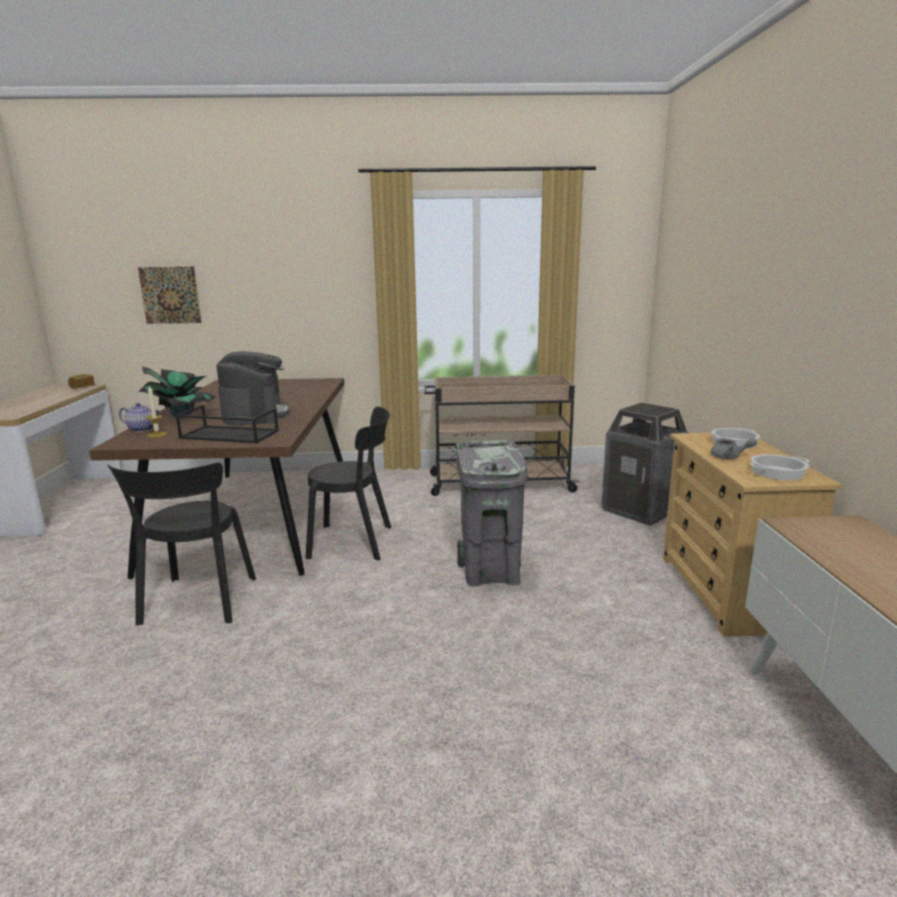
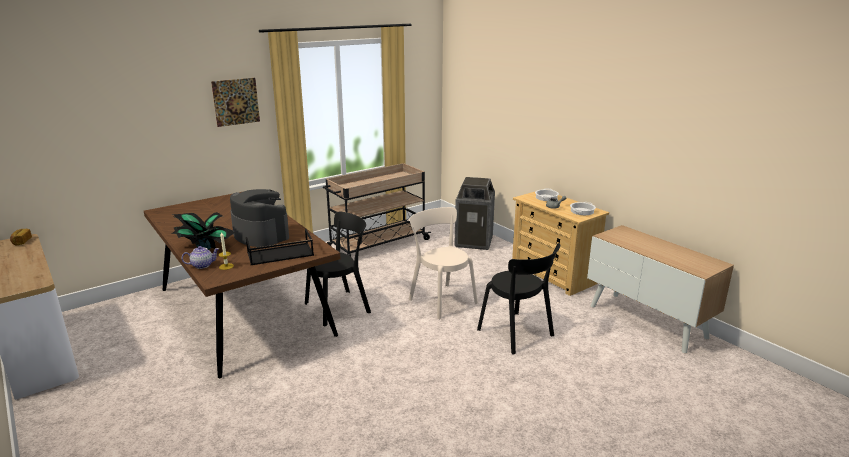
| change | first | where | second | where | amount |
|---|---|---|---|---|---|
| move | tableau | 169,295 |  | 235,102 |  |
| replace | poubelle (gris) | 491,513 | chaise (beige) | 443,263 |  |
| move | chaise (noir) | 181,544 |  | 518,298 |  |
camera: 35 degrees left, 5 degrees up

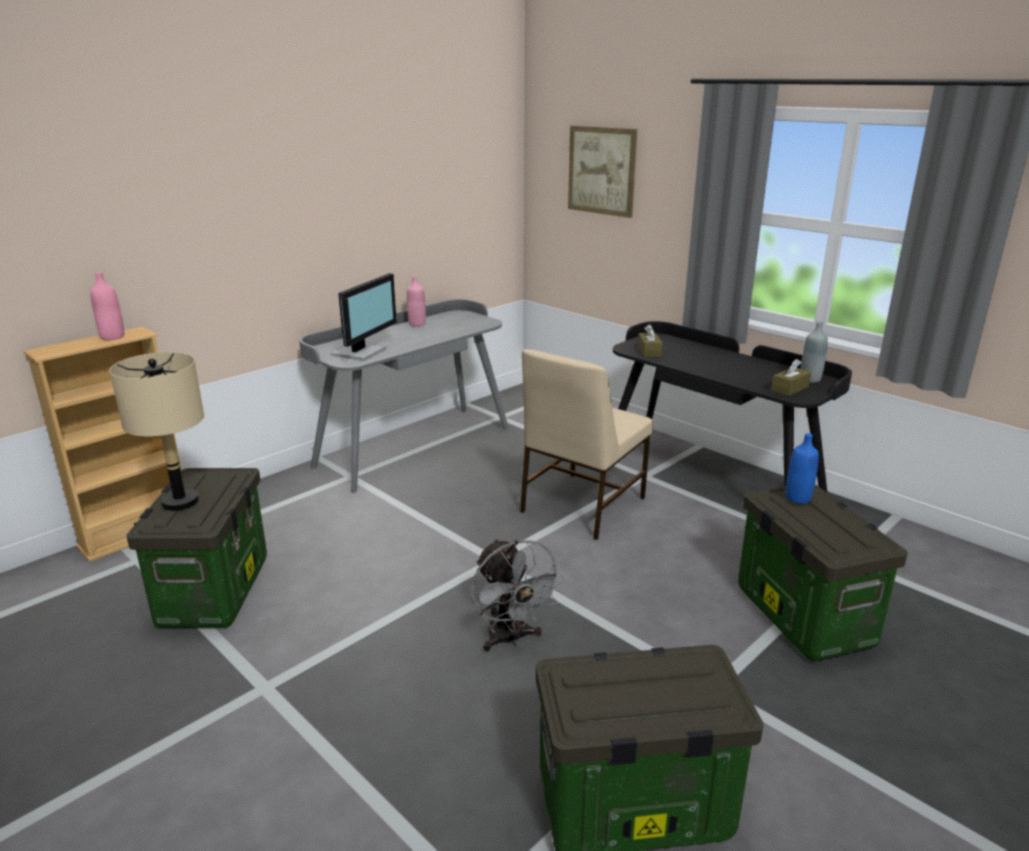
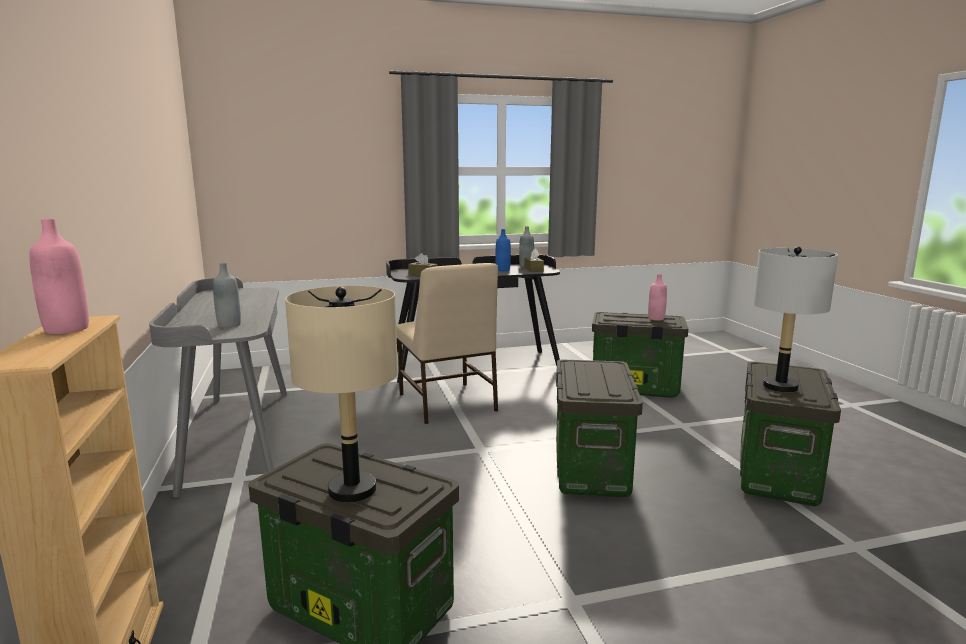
| change | first | where | second | where | amount |
|---|---|---|---|---|---|
| replace | écran d'ordinateur | 364,317 | bouteille (gris) | 227,295 |  |
| move | bouteille (bleu) | 802,468 |  | 503,250 |  |
| replace | ventilateur (gris) | 518,595 | boîte de rangement | 599,428 |  |
| move | bouteille (rose) | 416,301 |  | 657,297 |  |
| insert |  |  | lampe de table (gris) | 795,319 |  |
| delete | tableau | 602,172 |  |  |  |
camera: 60 degrees left, 10 degrees down

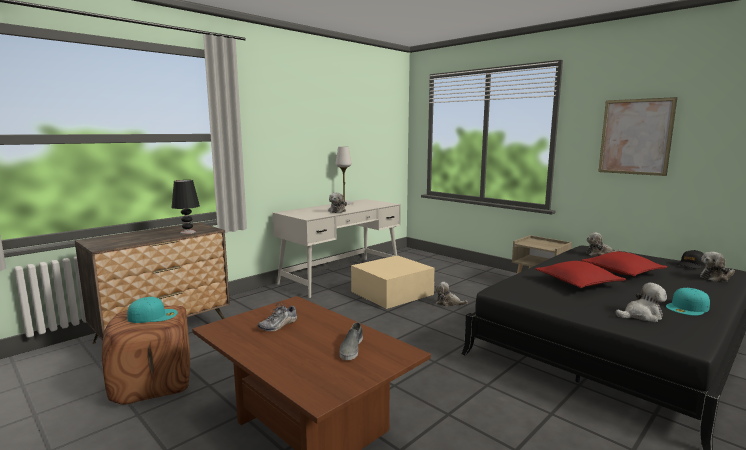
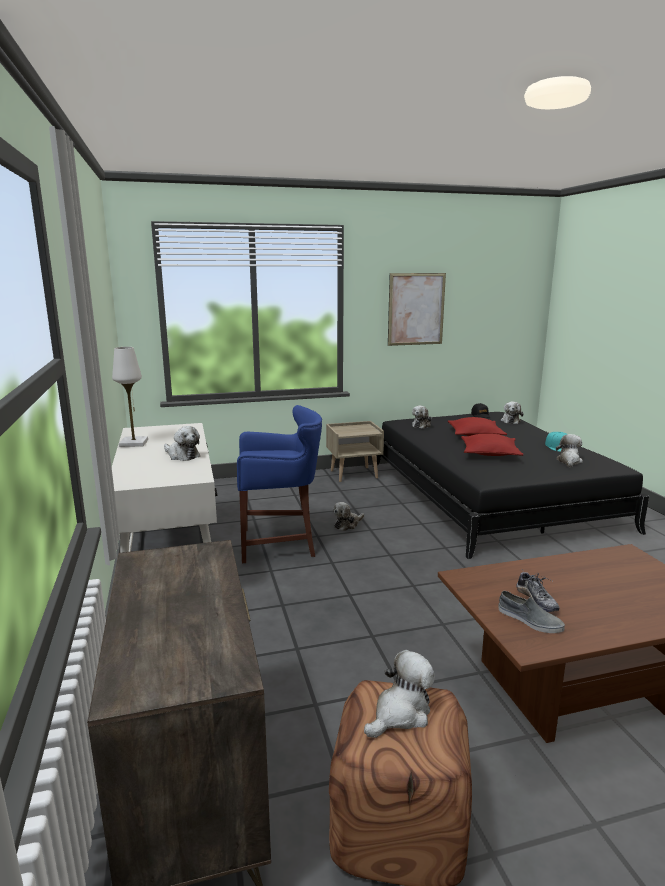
| change | first | where | second | where | amount |
|---|---|---|---|---|---|
| replace | boîte de rangement (beige) | 393,282 | tabouret (bleu) | 279,484 |  |
| replace | casquette (turquoise) | 152,310 | peluche | 399,694 |  |
| move | chaussure (gris) | 351,341 |  | 531,612 |  |
| delete | lampe de table (noir) | 186,207 |  |  |  |
camera: 60 degrees left, 5 degrees up

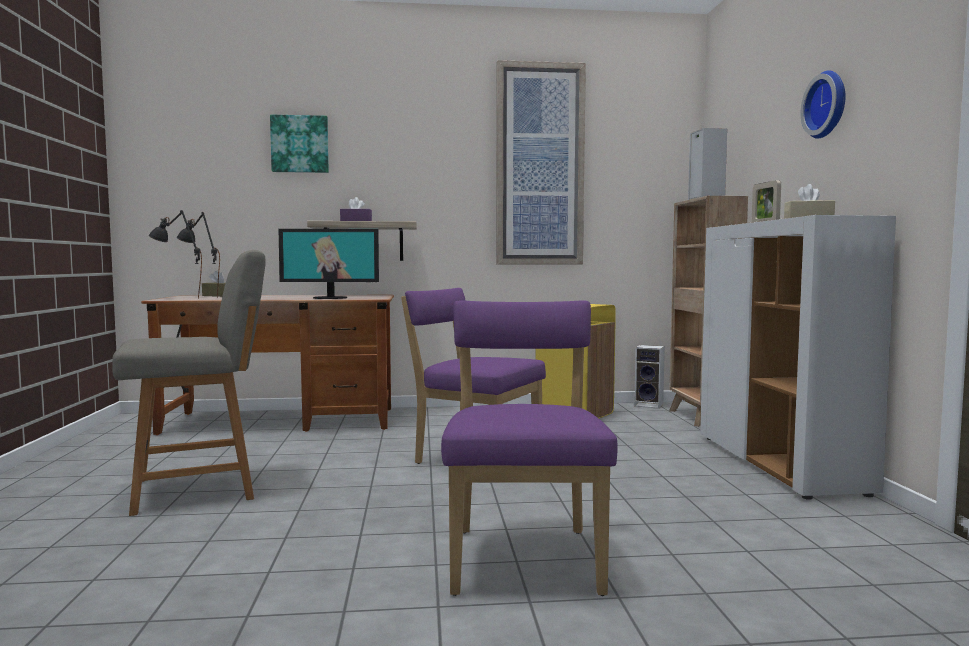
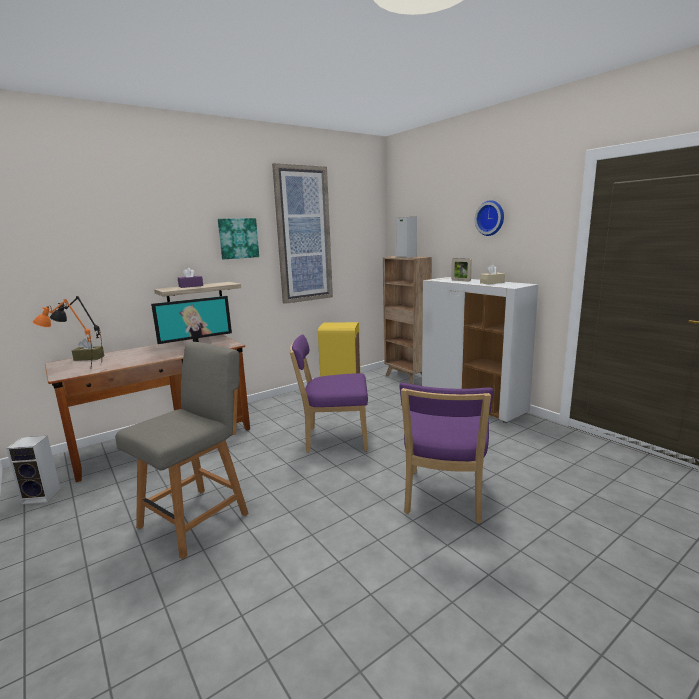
| change | first | where | second | where | amount |
|---|---|---|---|---|---|
| move | enceinte | 649,377 |  | 33,470 |  |
| recolor | lampe de table (noir) | 175,254 | lampe de table (orange) | 62,333 |  |
| move | tableau | 299,144 |  | 238,238 |  |
| rotate | chaise (violet) | 529,448 |  | 446,453 | 135 degrees counterclockwise |
camera: 30 degrees left, 10 degrees up

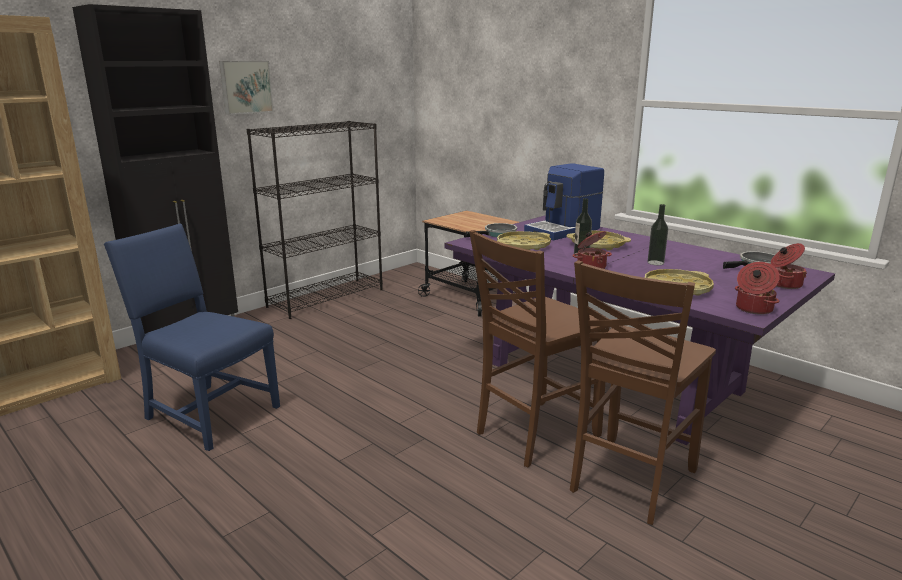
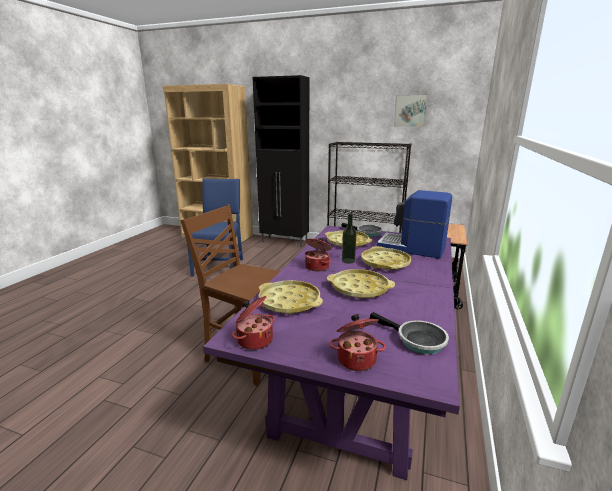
| change | first | where | second | where | amount |
|---|---|---|---|---|---|
| replace | bouteille | 657,234 | plateau (jaune) | 361,283 |  |
| move | tableau | 246,88 |  | 410,110 |  |
| delete | chaise (marron) | 643,393 |  |  |  |
camera: 65 degrees right, 0 degrees up

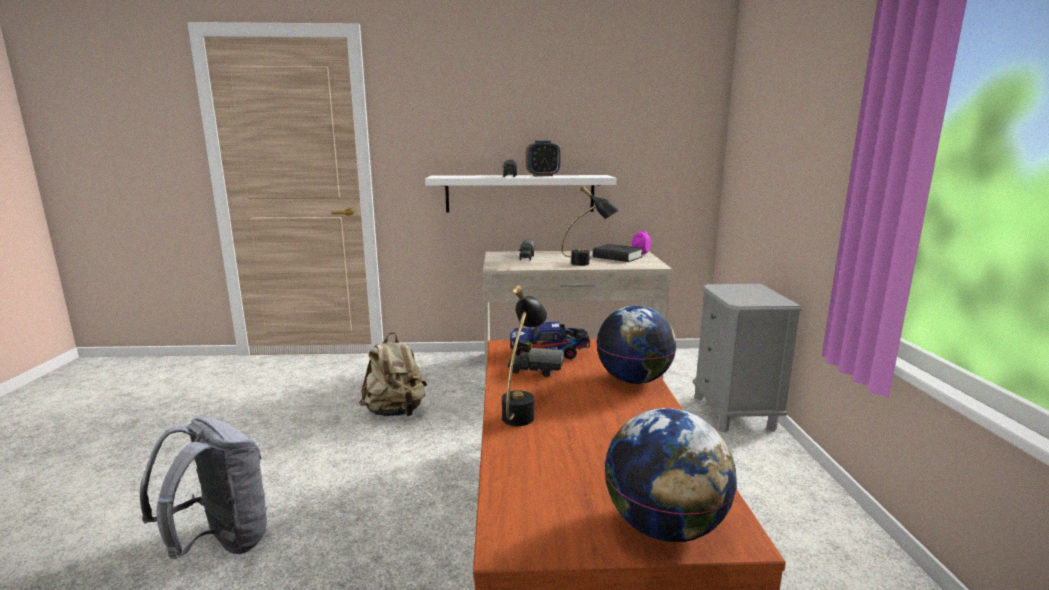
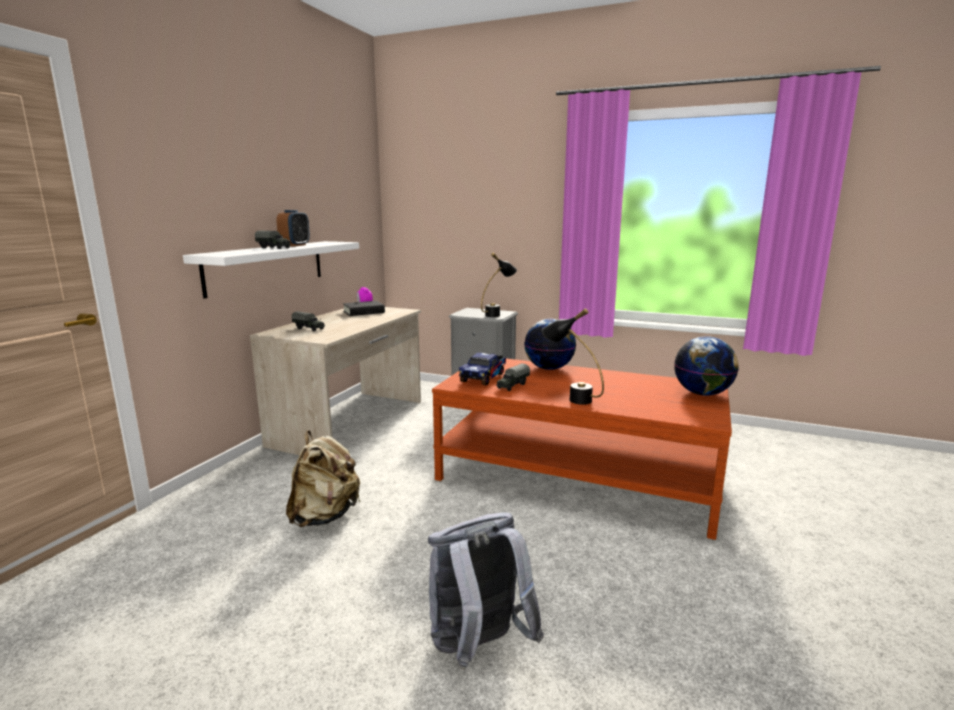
| change | first | where | second | where | amount |
|---|---|---|---|---|---|
| move | lampe de table (noir) | 591,226 |  | 499,285 |  |
camera: 65 degrees left, 0 degrees up

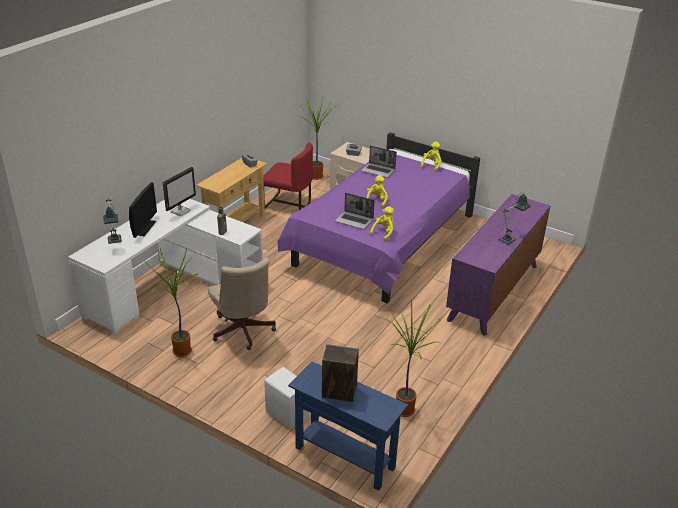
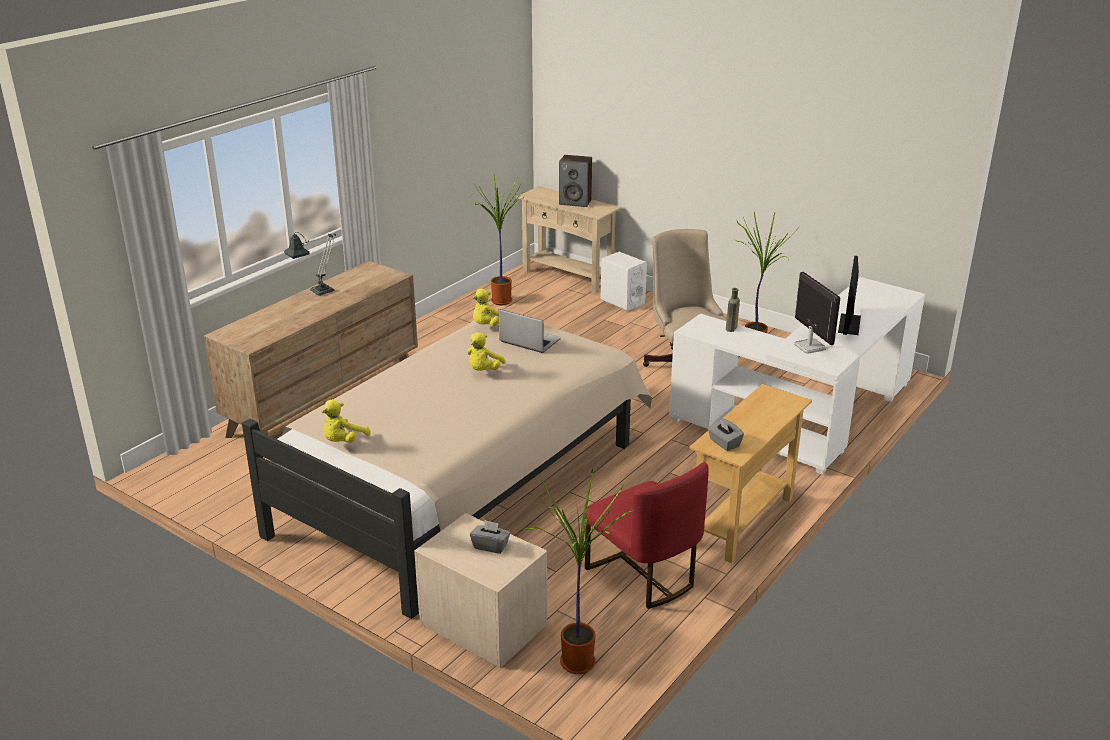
| change | first | where | second | where | amount |
|---|---|---|---|---|---|
| recolor | commode (violet) | 498,265 | commode (marron) | 311,349 |  |
| recolor | lit (violet) | 379,217 | lit (beige) | 447,467 |  |
| recolor | table console (bleu) | 348,426 | table console (beige) | 569,240 |  |
| rotate | chaise (rouge) | 288,176 |  | 647,535 | 150 degrees counterclockwise |
| rotate | écran d'ordinateur | 179,191 |  | 817,313 | 120 degrees clockwise |
| delete | lampe de table | 112,221 |  |  |  |
| delete | ordinateur portable | 379,162 |  |  |  |
camera: 175 degrees left, 5 degrees down

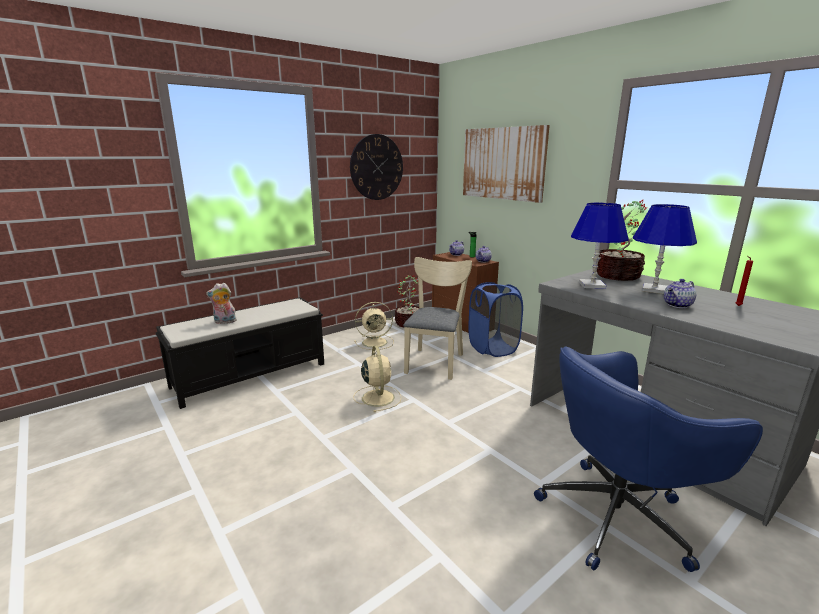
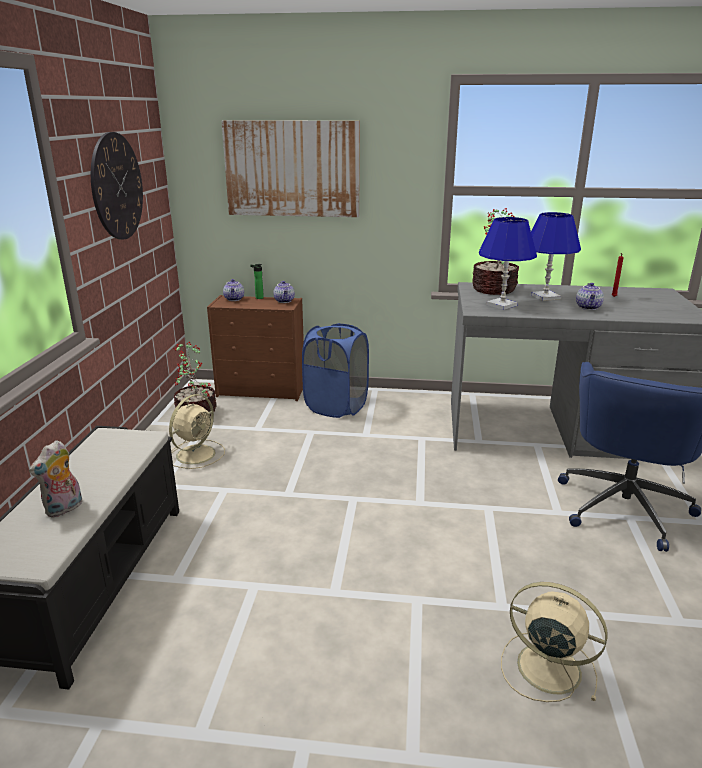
| change | first | where | second | where | amount |
|---|---|---|---|---|---|
| move | ventilateur (beige) | 377,379 |  | 554,642 |  |
| delete | chaise (beige) | 437,318 |  |  |  |
camera: 45 degrees left, 5 degrees up

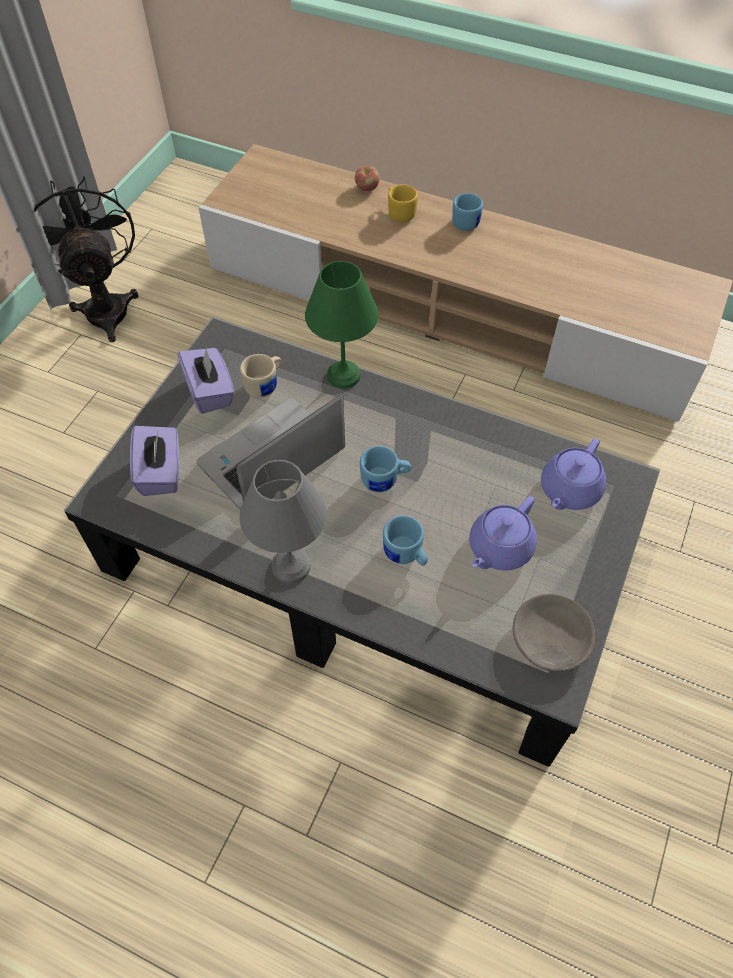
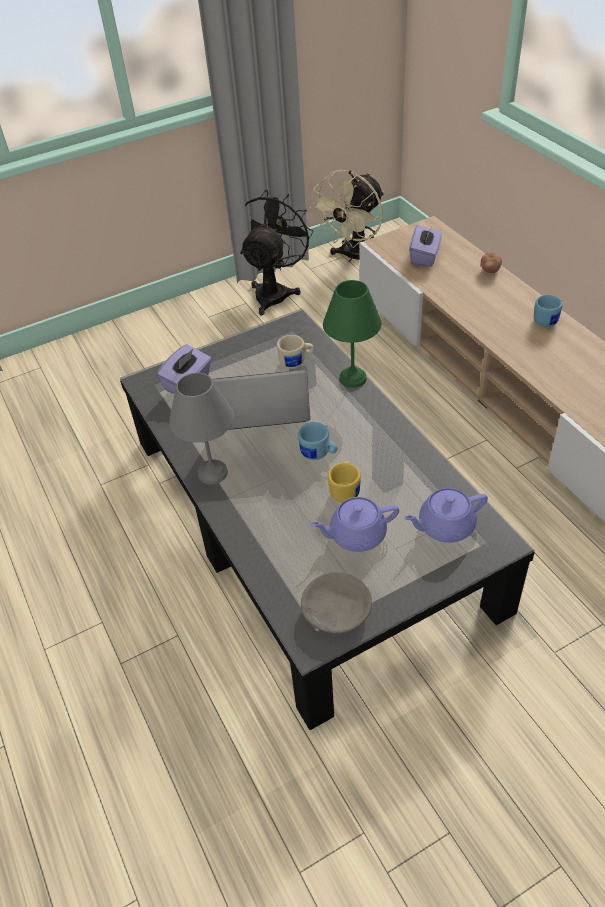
| change | first | where | second | where | amount |
|---|---|---|---|---|---|
| insert |  |  | ventilateur (beige) | 347,216 |  |
| move | mug (jaune) | 403,203 |  | 344,482 |  |
| move | boîte à mouchoirs (violet) | 206,380 |  | 425,245 |  |
| delete | mug (bleu) | 405,540 |  |  |  |
camera: 40 degrees right, 10 degrees down

